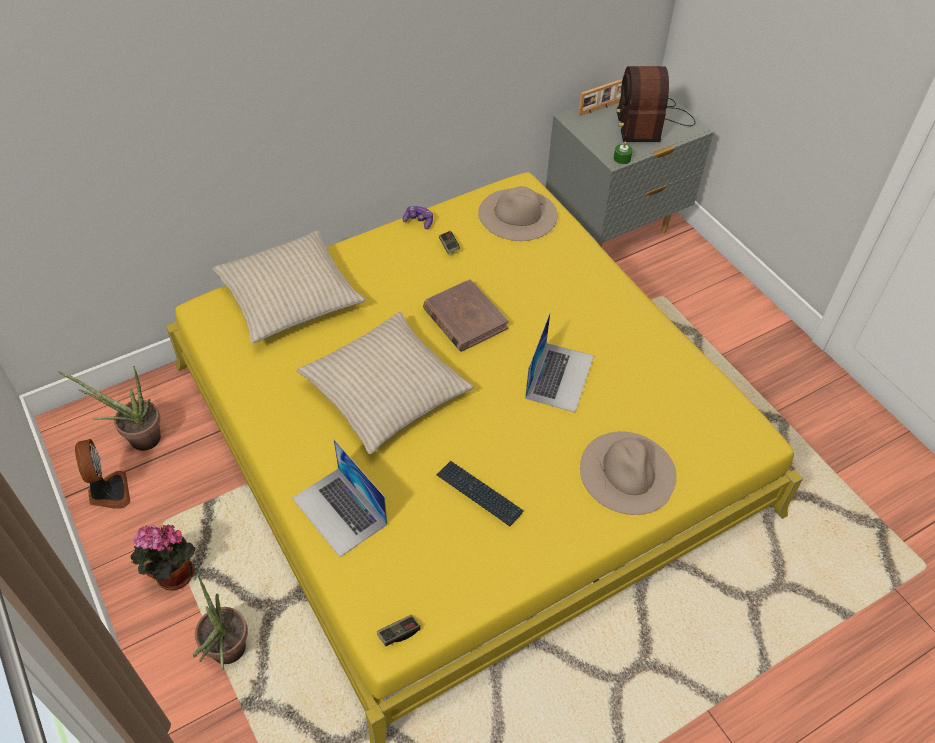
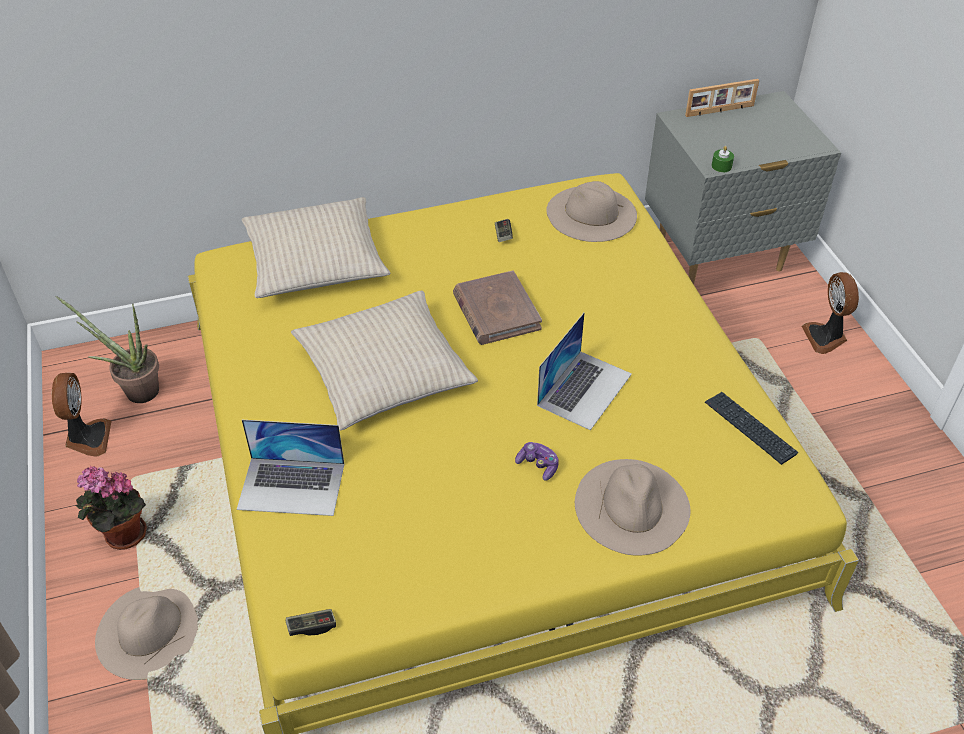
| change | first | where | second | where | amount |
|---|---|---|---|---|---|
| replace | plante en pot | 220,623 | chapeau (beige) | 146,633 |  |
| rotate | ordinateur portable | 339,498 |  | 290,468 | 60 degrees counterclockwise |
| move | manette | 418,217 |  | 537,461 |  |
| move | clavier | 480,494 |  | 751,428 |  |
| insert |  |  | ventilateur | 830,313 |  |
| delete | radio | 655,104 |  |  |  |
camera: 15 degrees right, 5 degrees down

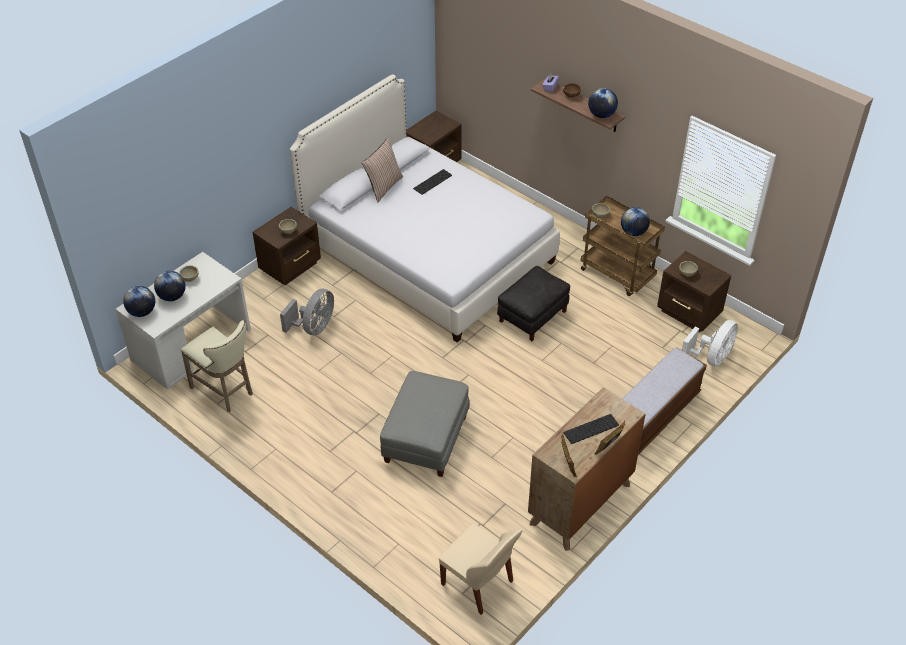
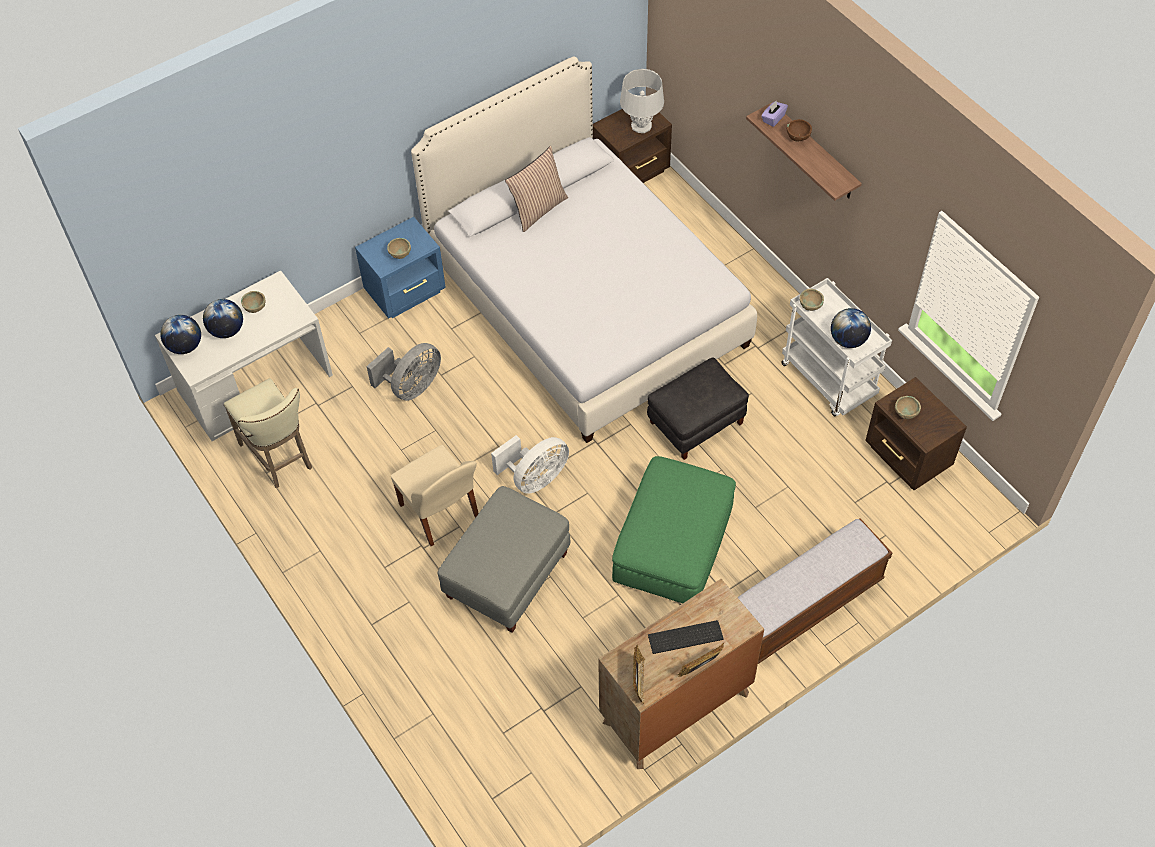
| change | first | where | second | where | amount |
|---|---|---|---|---|---|
| recolor | table de chevet (marron) | 286,246 | table de chevet (bleu) | 400,267 |  |
| move | chaise (beige) | 481,569 |  | 435,495 |  |
| move | ventilateur (blanc) | 710,343 |  | 530,464 |  |
| insert |  |  | pouf (vert) | 674,529 |  |
| insert |  |  | lampe de table (gris) | 642,101 |  |
| recolor | chariot (marron) | 623,246 | chariot (blanc) | 837,347 |  |
| delete | clavier | 432,182 |  |  |  |
| delete | globe | 603,103 |  |  |  |
camera: 15 degrees right, 10 degrees up

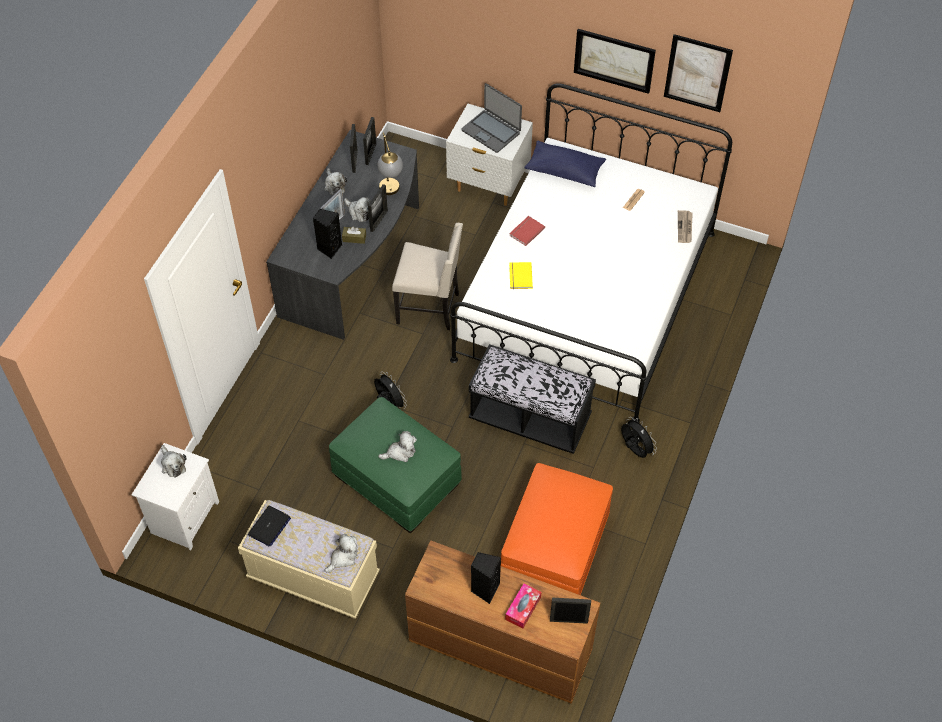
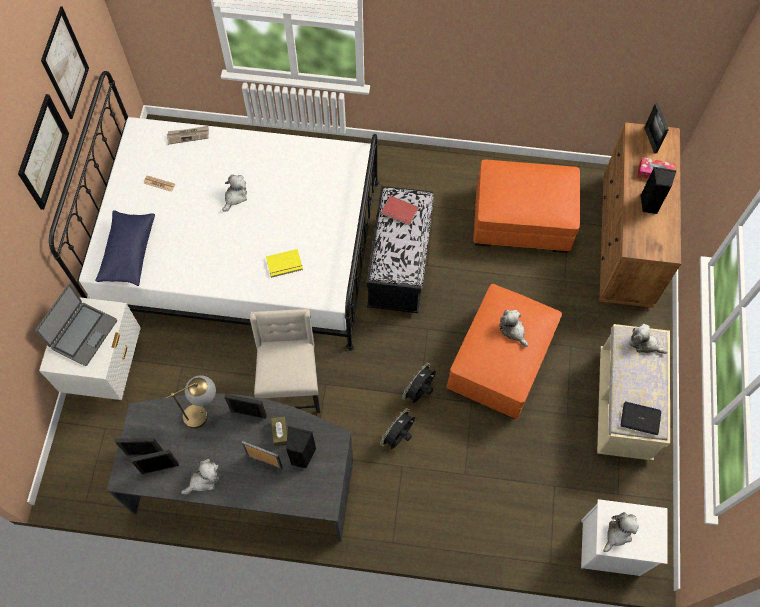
| change | first | where | second | where | amount |
|---|---|---|---|---|---|
| move | peluche | 357,209 |  | 234,193 |  |
| move | ventilateur (noir) | 639,437 |  | 397,428 |  |
| move | livre (rouge) | 527,231 |  | 400,210 |  |
| recolor | pouf (vert) | 395,465 | pouf (orange) | 504,351 |  |
camera: 105 degrees left, 10 degrees up

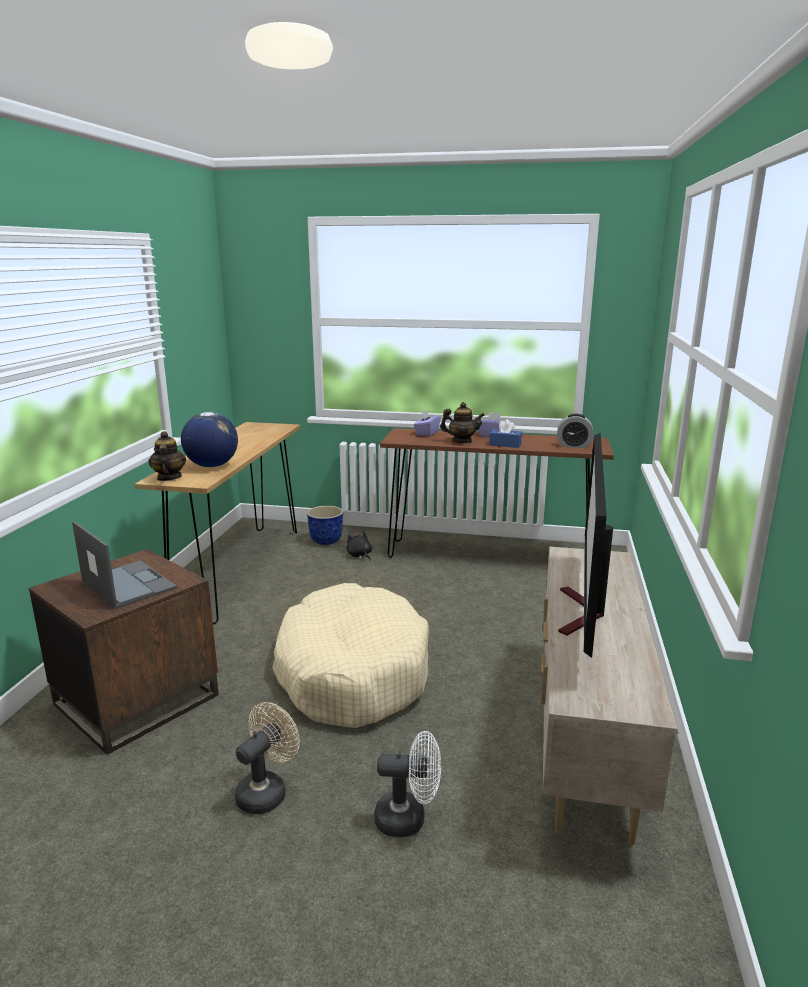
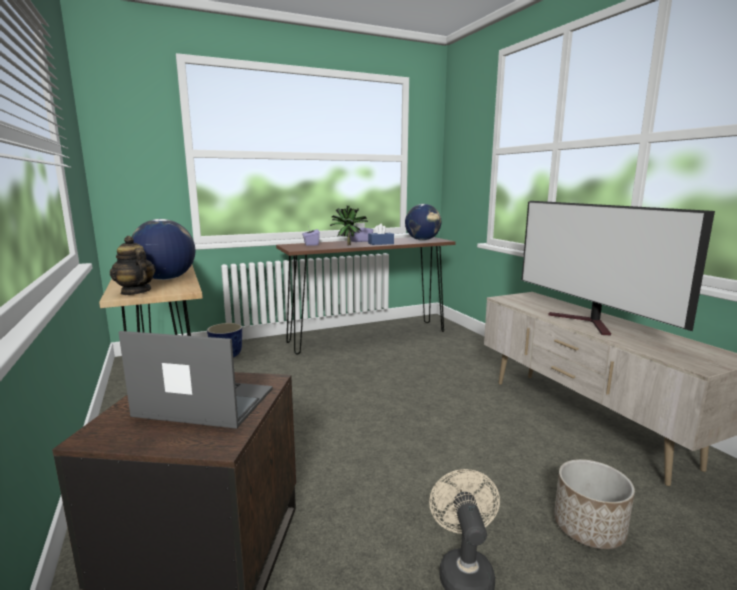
| change | first | where | second | where | amount |
|---|---|---|---|---|---|
| replace | théière | 462,422 | plante en pot | 349,226 |  |
| replace | réveil | 575,431 | globe | 423,222 |  |
| replace | ventilateur (blanc) | 407,784 | cache-pot | 594,504 |  |
| delete | panier pour chien (beige) | 350,655 |  |  |  |
| delete | peluche (noir) | 359,546 |  |  |  |
camera: 35 degrees left, 5 degrees down

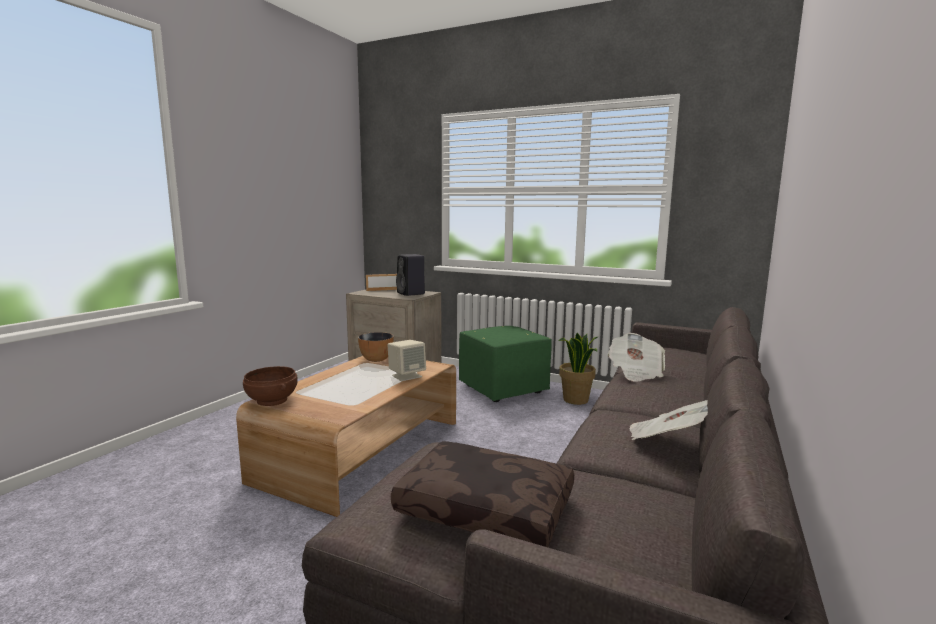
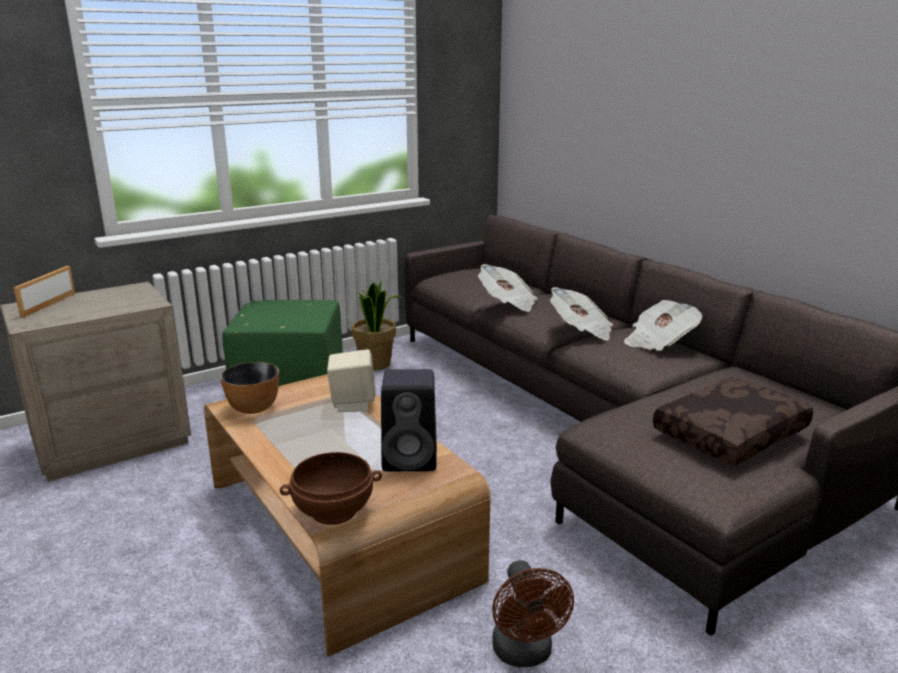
| change | first | where | second | where | amount |
|---|---|---|---|---|---|
| move | enceinte (noir) | 410,275 |  | 409,420 |  |
| insert |  |  | ventilateur (marron) | 533,613 |  |
| insert |  |  | journal | 581,314 |  |
camera: 60 degrees left, 10 degrees up

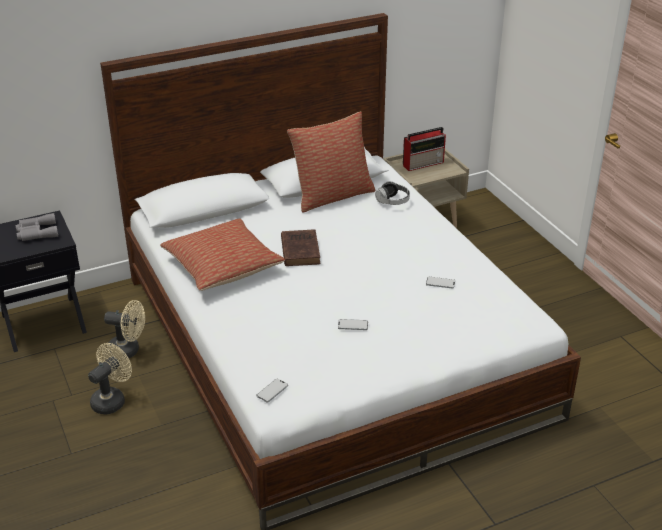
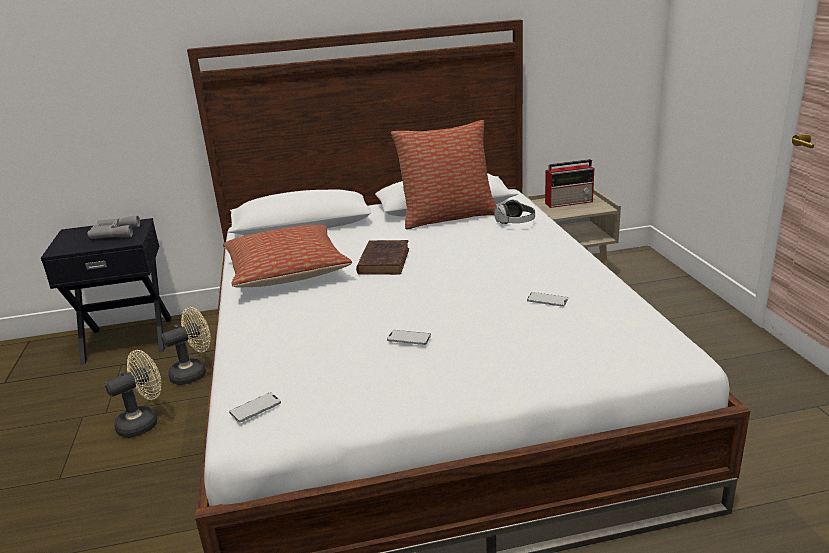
| change | first | where | second | where | amount |
|---|---|---|---|---|---|
| rotate | ventilateur (beige) | 124,329 |  | 185,346 | 60 degrees counterclockwise |
camera: 15 degrees right, 10 degrees down

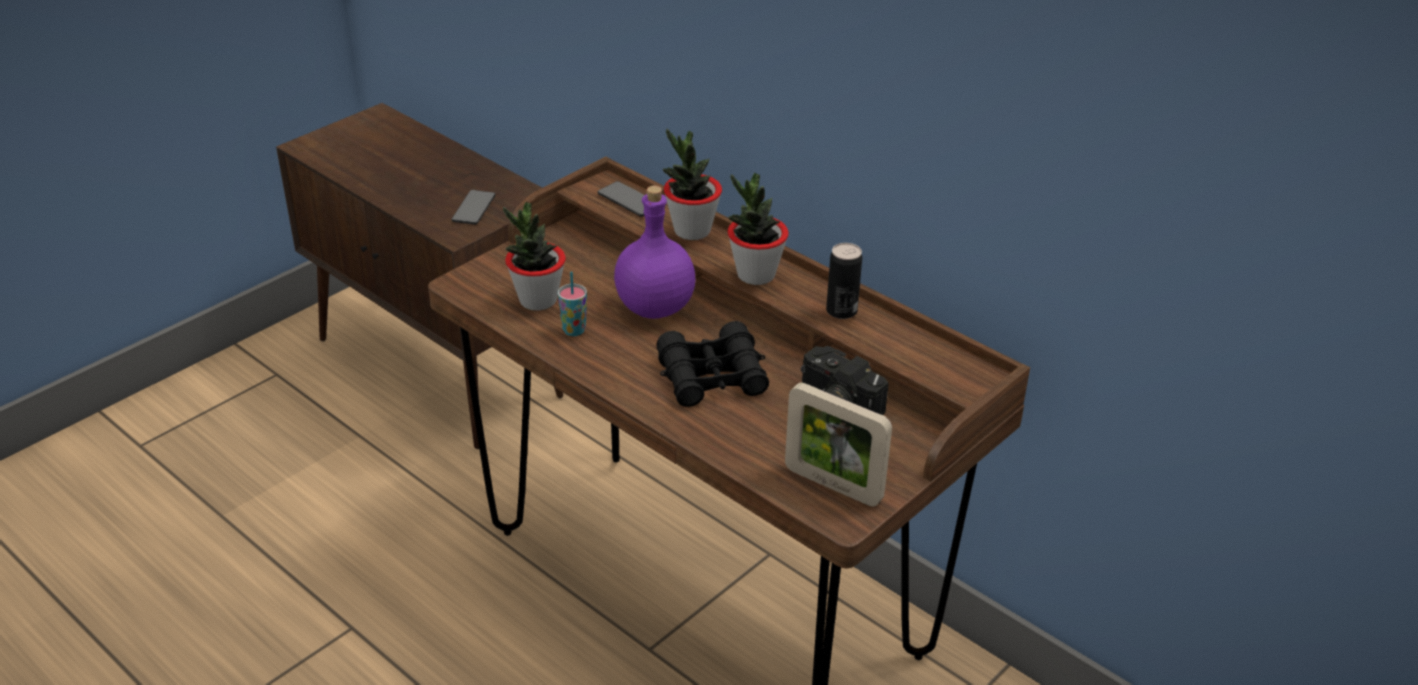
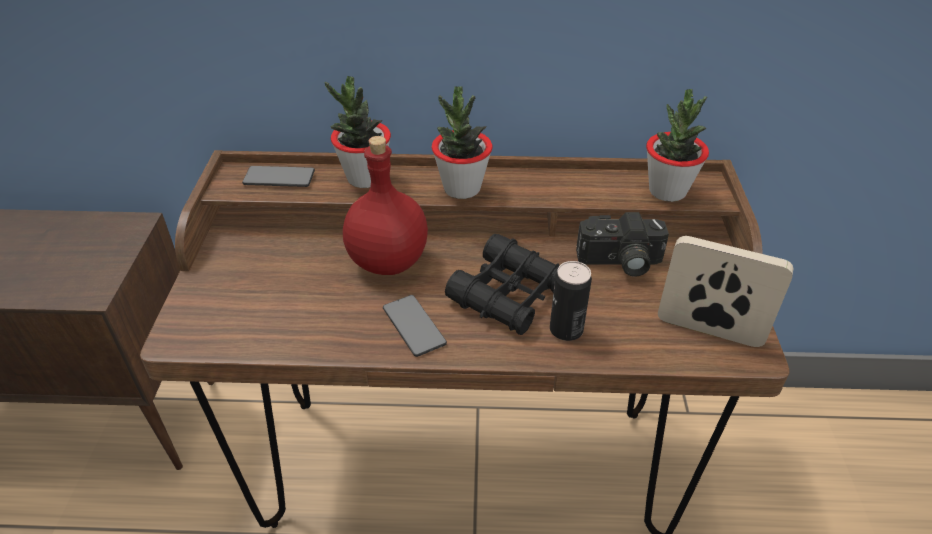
| change | first | where | second | where | amount |
|---|---|---|---|---|---|
| recolor | bouteille (violet) | 655,252 | bouteille (rouge) | 385,205 |  |
| move | téléphone | 473,207 |  | 415,326 |  |
| move | boîte métallique | 844,281 |  | 571,301 |  |
| move | plante en pot | 534,256 |  | 677,145 |  |
| rotate | cadre photo | 838,444 |  | 725,291 | 150 degrees counterclockwise |
| delete | tasse | 572,303 |  |  |  |
camera: 40 degrees left, 5 degrees up

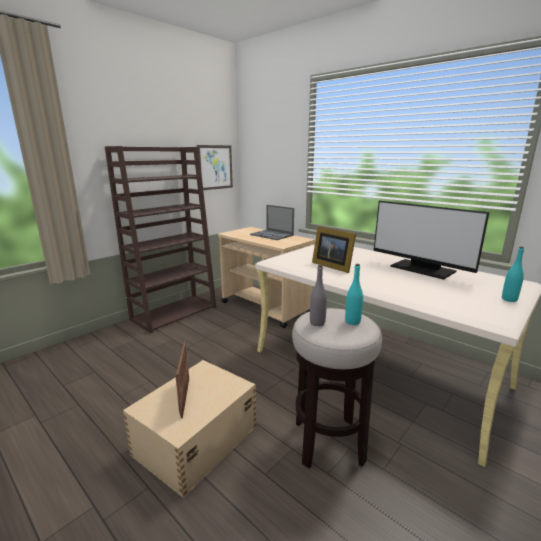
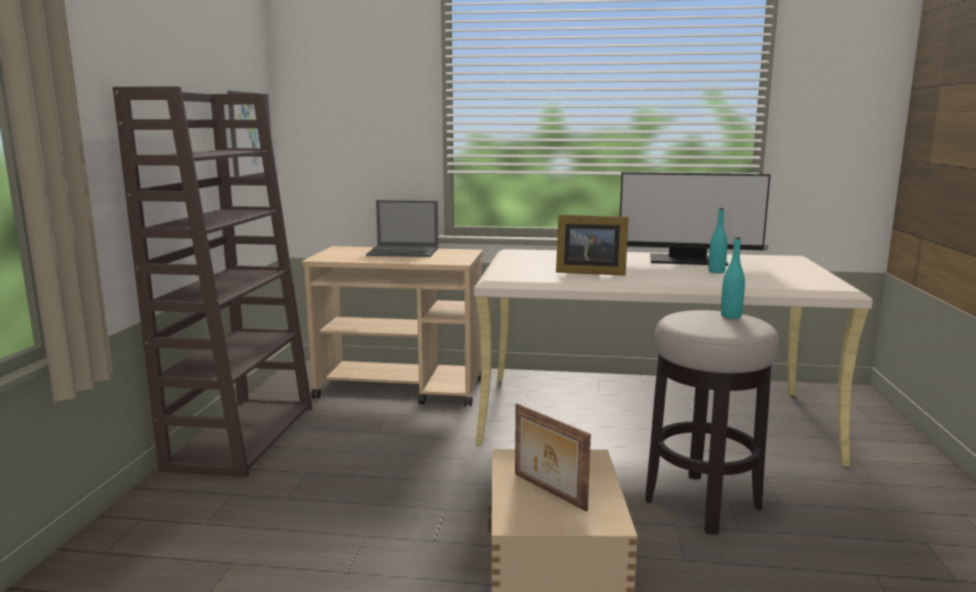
| change | first | where | second | where | amount |
|---|---|---|---|---|---|
| move | bouteille (turquoise) | 513,274 |  | 718,240 |  |
| delete | bouteille (gris) | 318,295 |  |  |  |
camera: 35 degrees left, 5 degrees down

